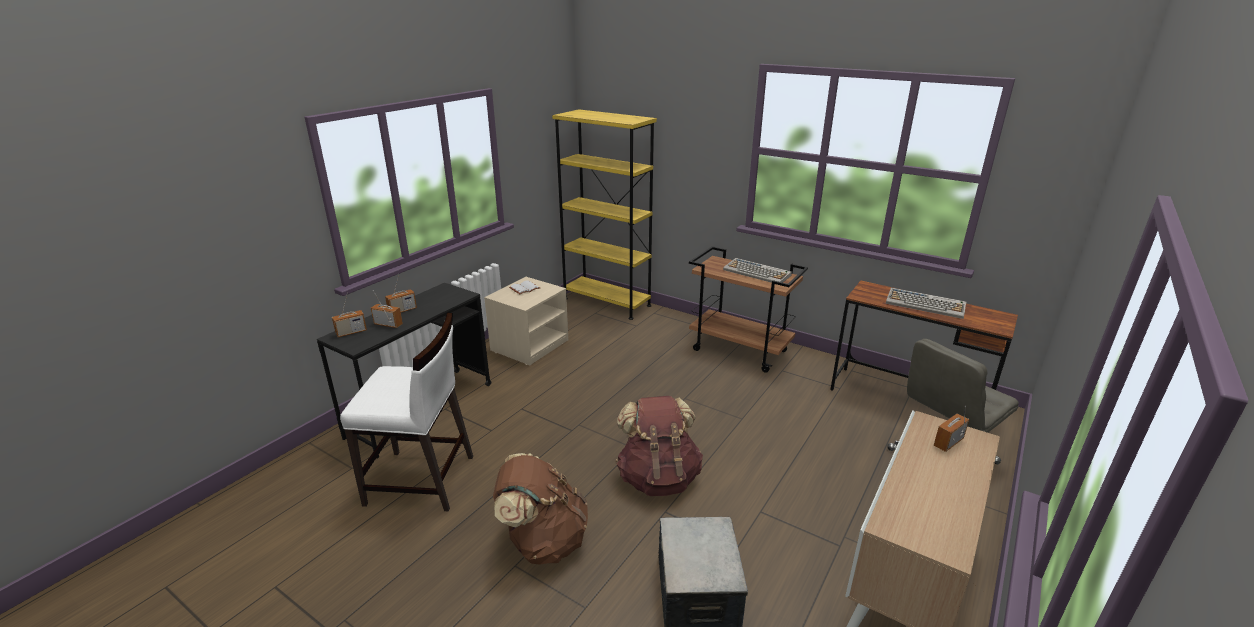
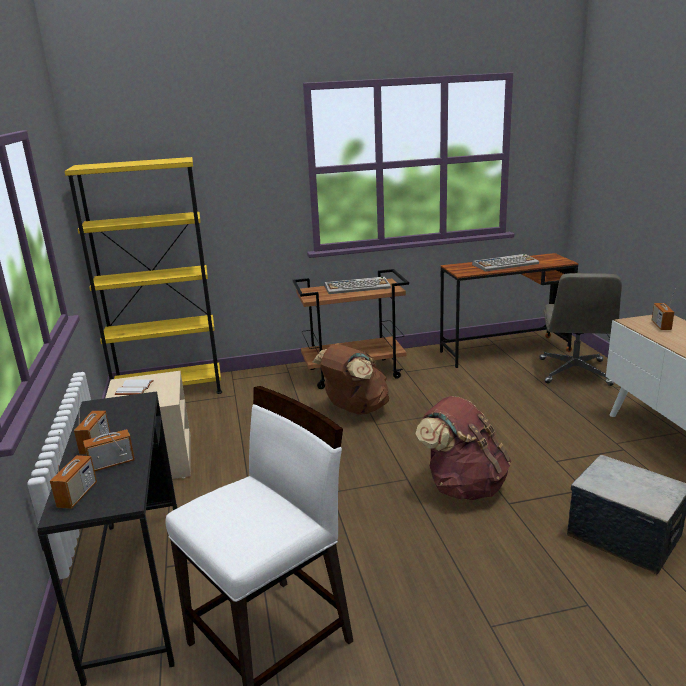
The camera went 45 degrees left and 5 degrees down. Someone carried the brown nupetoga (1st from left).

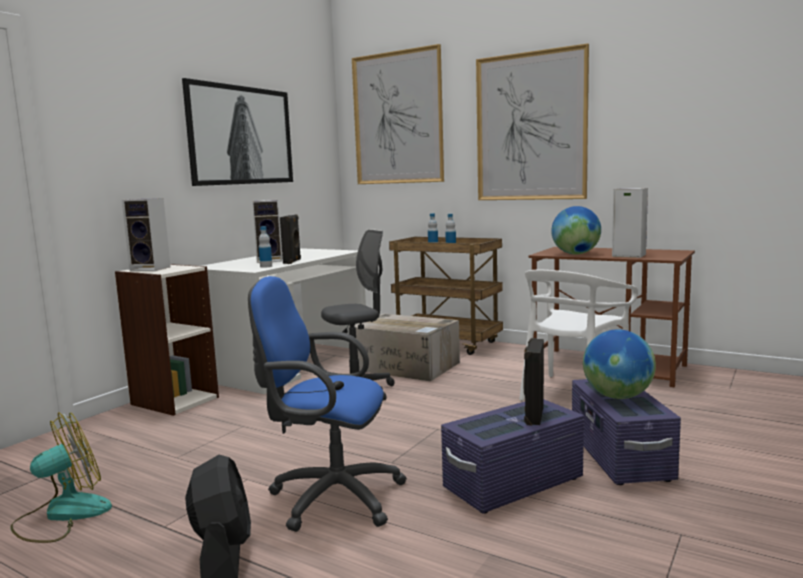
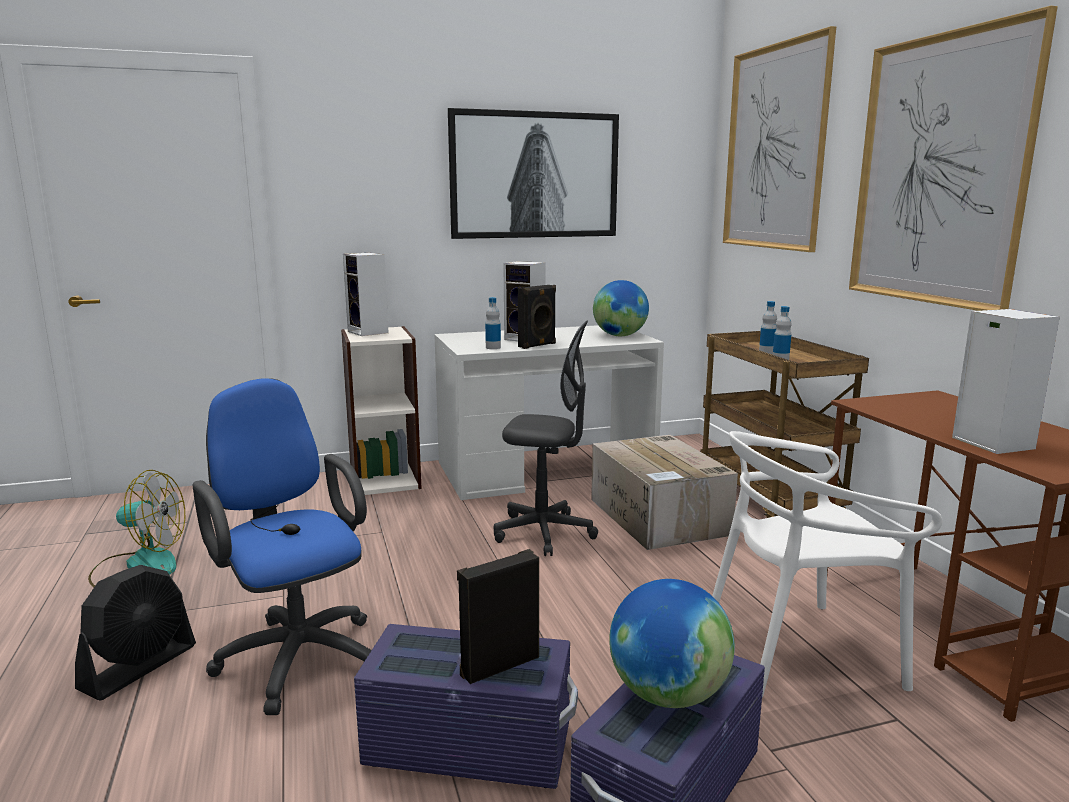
The camera went 40 degrees right and 5 degrees up. Someone carried the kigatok (1st from left).

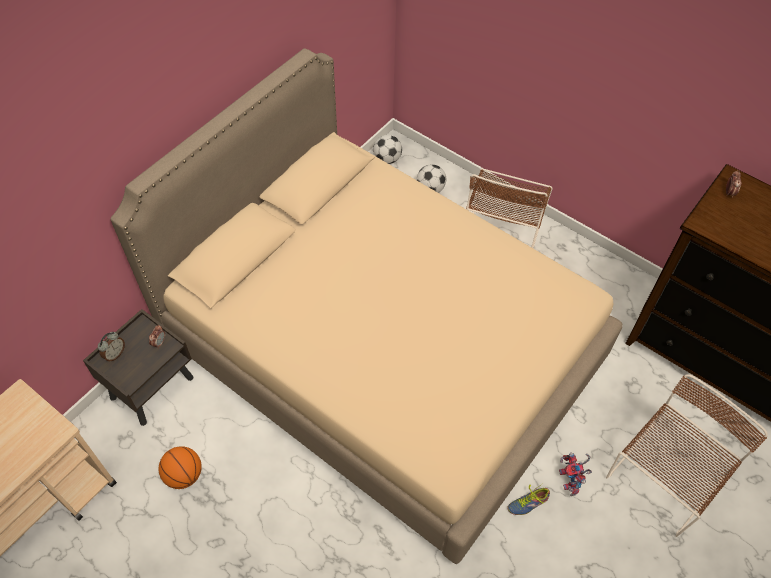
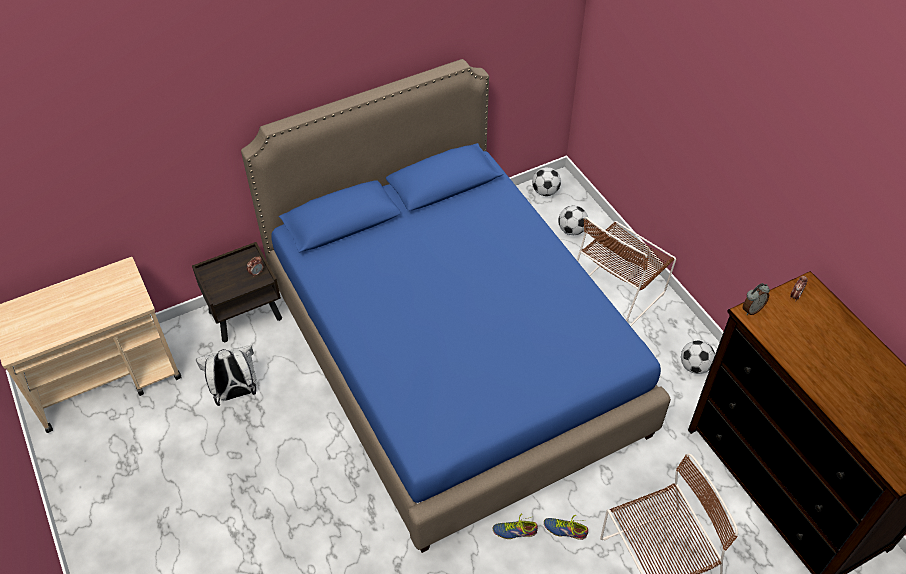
The camera went 25 degrees right and 5 degrees down. Someone carried the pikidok (1st from left in the first image). Someone repainted the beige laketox, which became the blue laketox. Someone swapped the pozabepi for the white nupetoga. Someone swapped the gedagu for the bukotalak (2nd from left). Someone put down the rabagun (3rd from left).

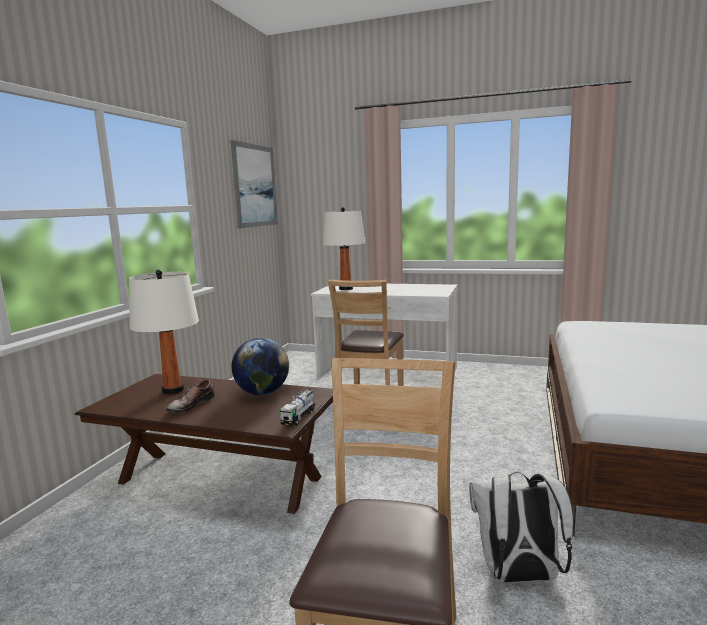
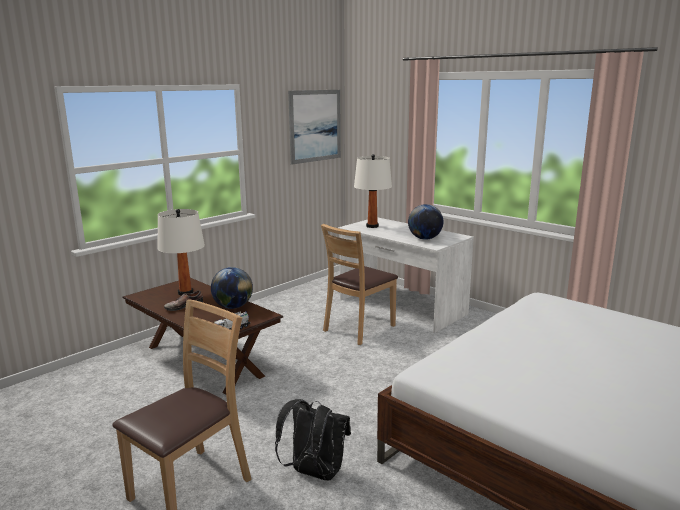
The camera went 25 degrees right and 5 degrees up. Someone repainted the white nupetoga, which became the black nupetoga. Someone put down the kigatok (2nd from left).

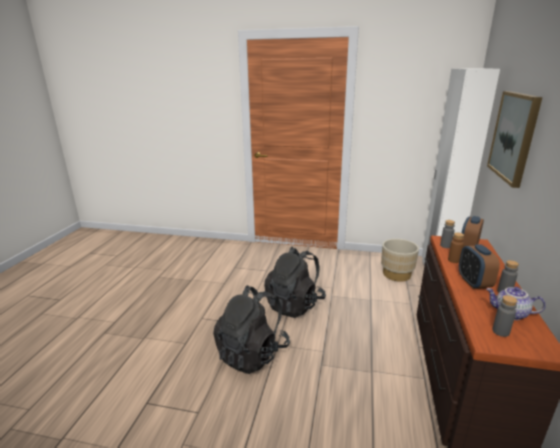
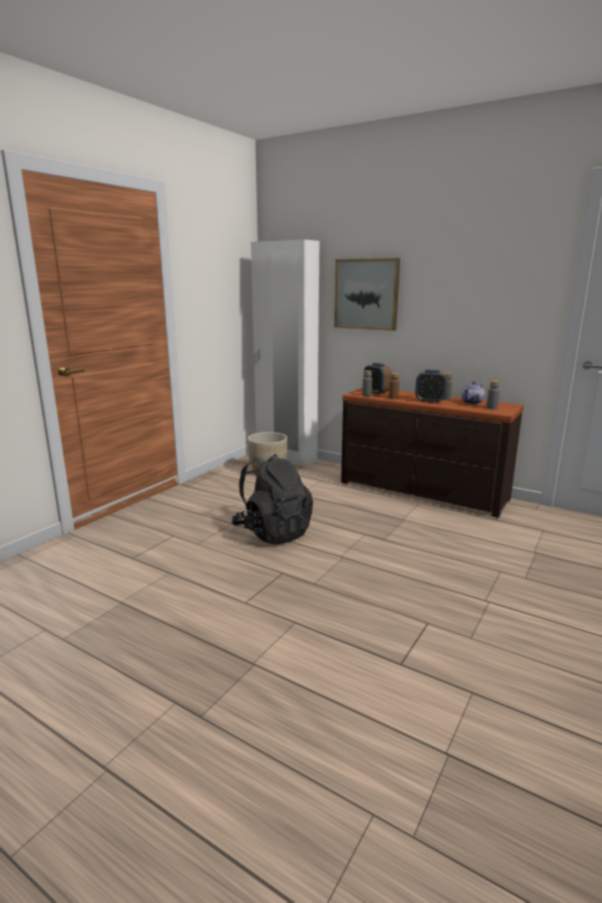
The camera went 70 degrees left and 5 degrees down. Someone took away the black nupetoga (1st from left).

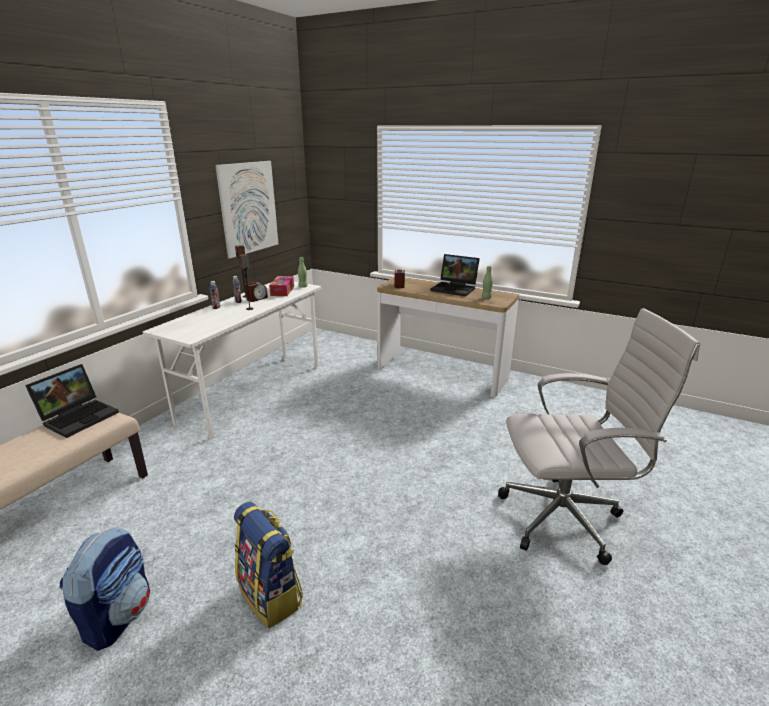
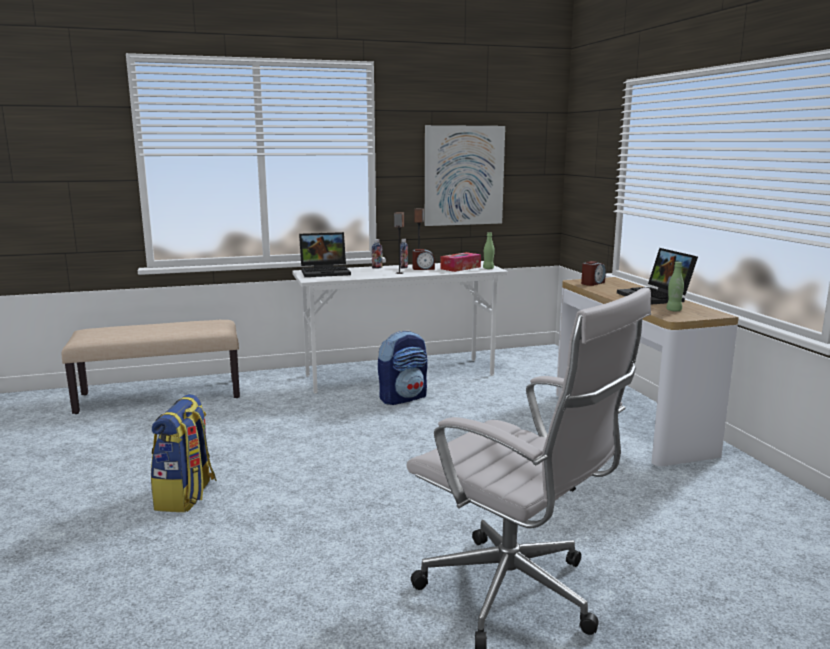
The camera went 45 degrees right and 10 degrees down. Someone carried the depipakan (1st from left). Someone carried the nupetoga (1st from left in the first image).

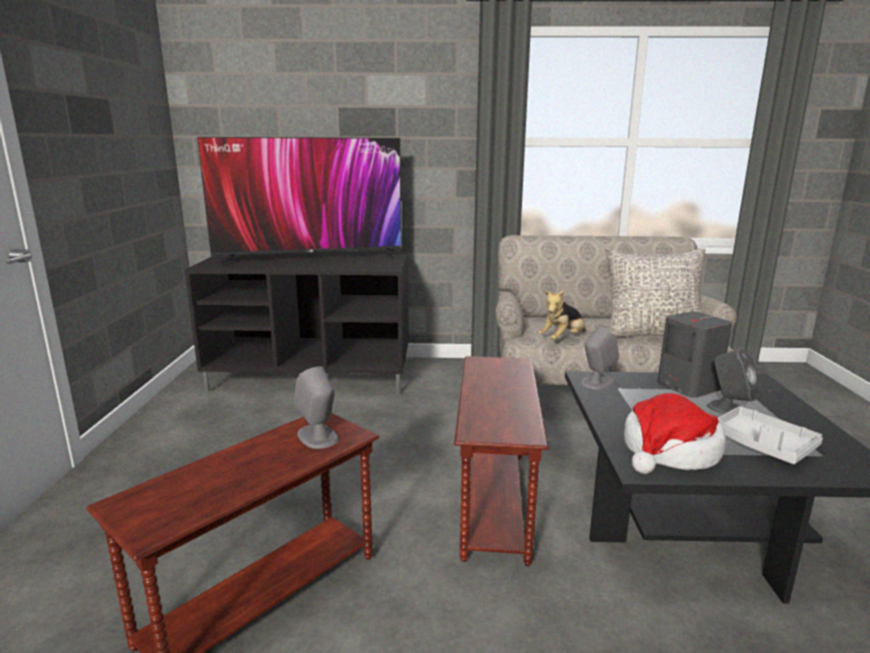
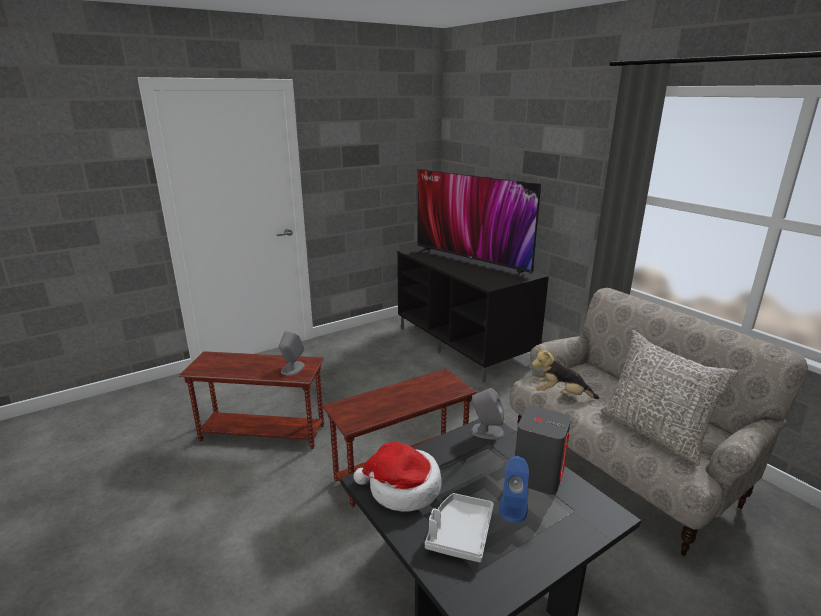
The camera went 55 degrees right and 5 degrees up. Someone repainted the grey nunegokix (4th from left), which became the blue nunegokix.

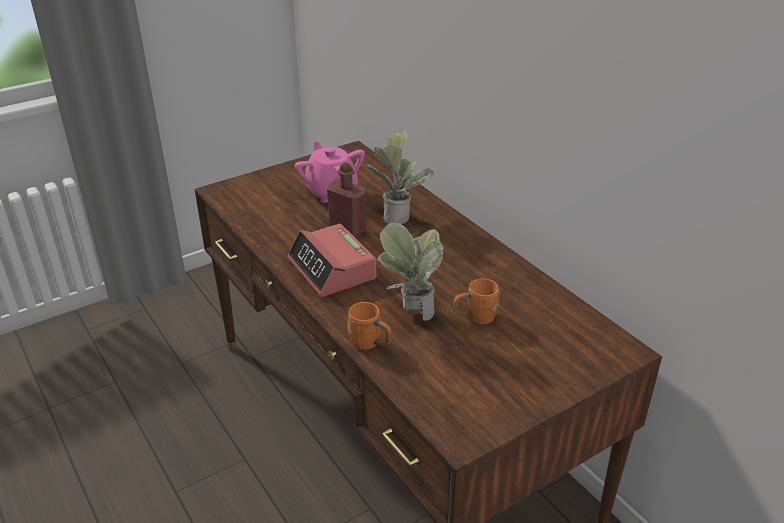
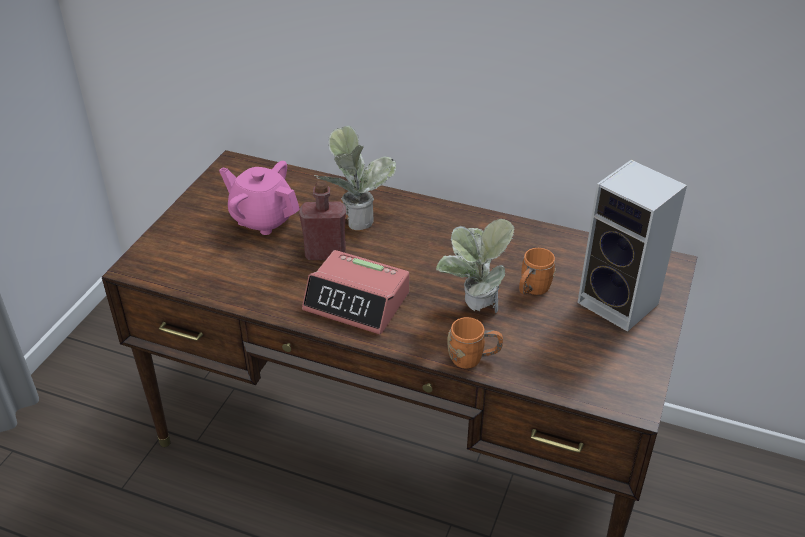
The camera went 35 degrees left and 5 degrees up. Someone put down the nunegokix.

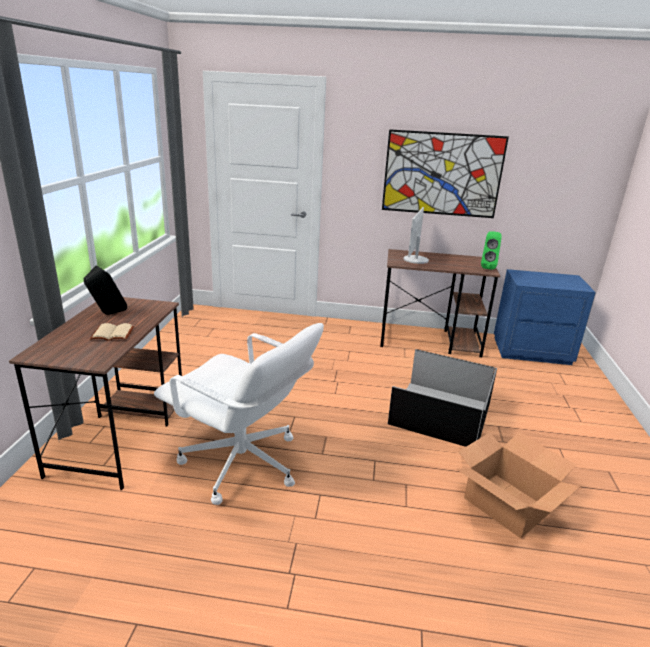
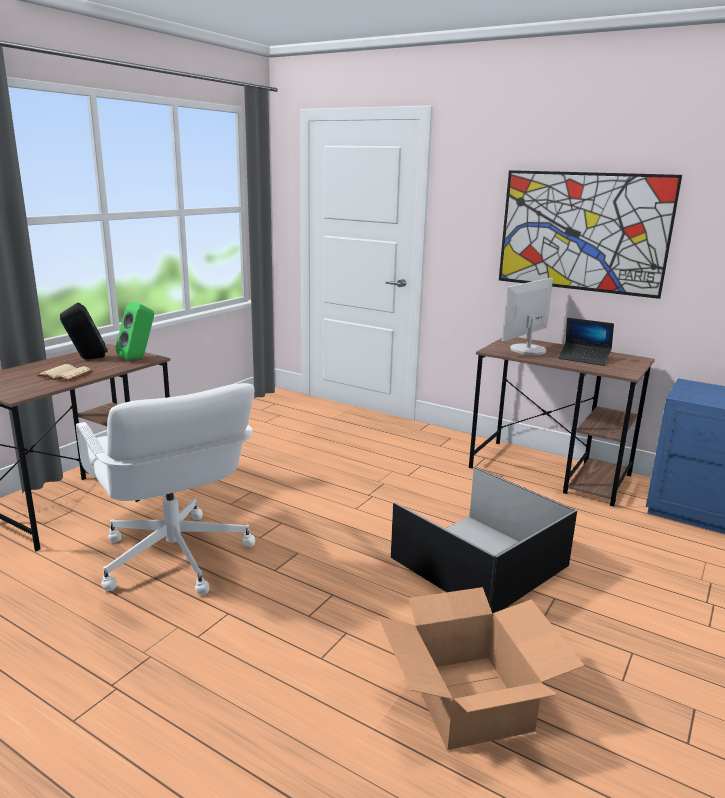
The camera went 25 degrees right and 5 degrees down. Someone carried the green nunegokix. Someone put down the depipakan.

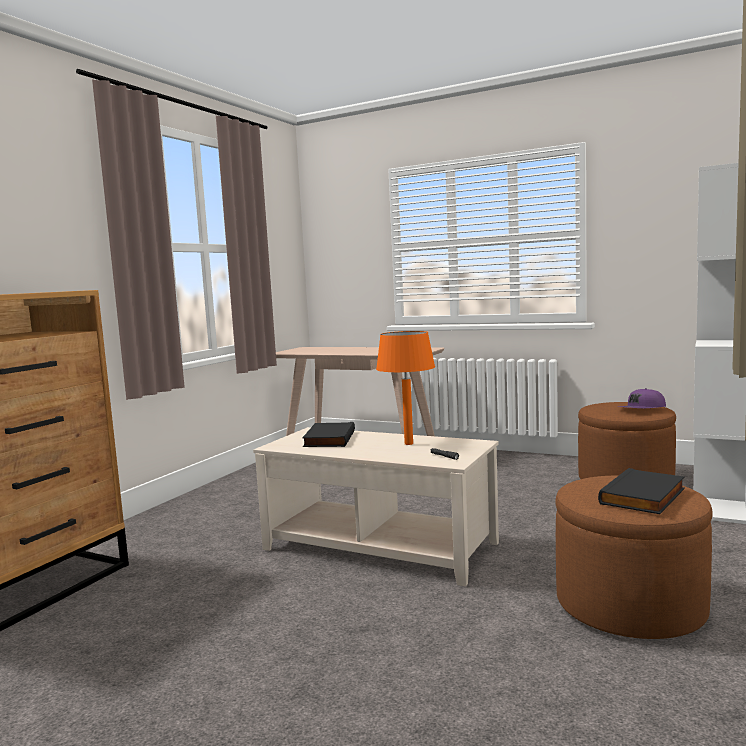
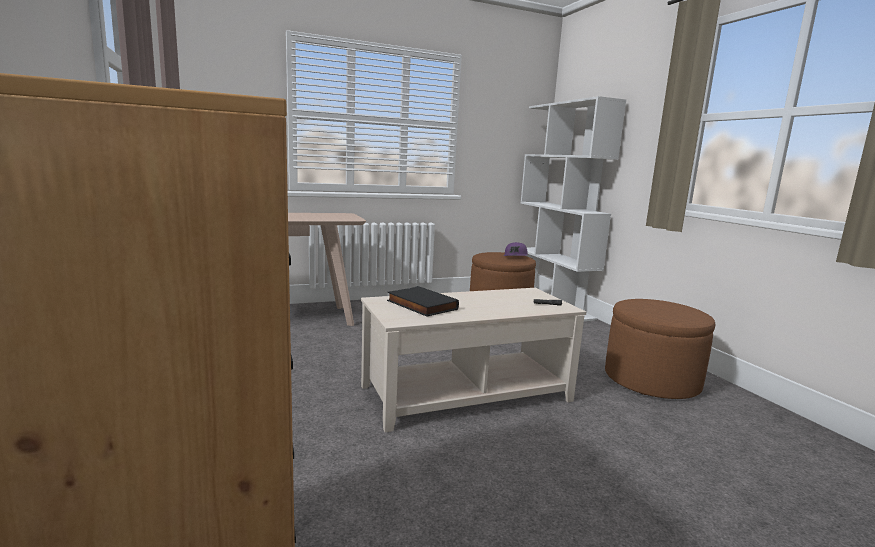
The camera went 50 degrees left and 5 degrees up. Someone took away the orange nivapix. Someone took away the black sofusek (2nd from left).

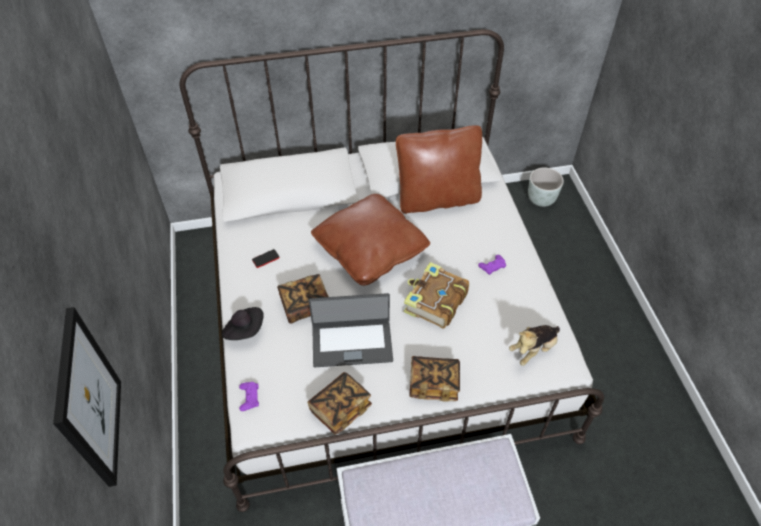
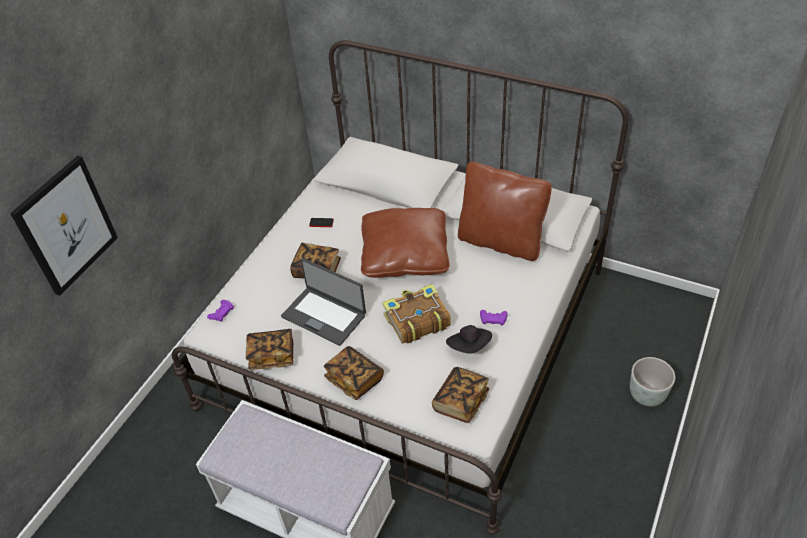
The camera went 40 degrees right and 5 degrees down. Someone carried the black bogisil. Someone swapped the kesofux for the sofusek (5th from left). Someone carried the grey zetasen.

